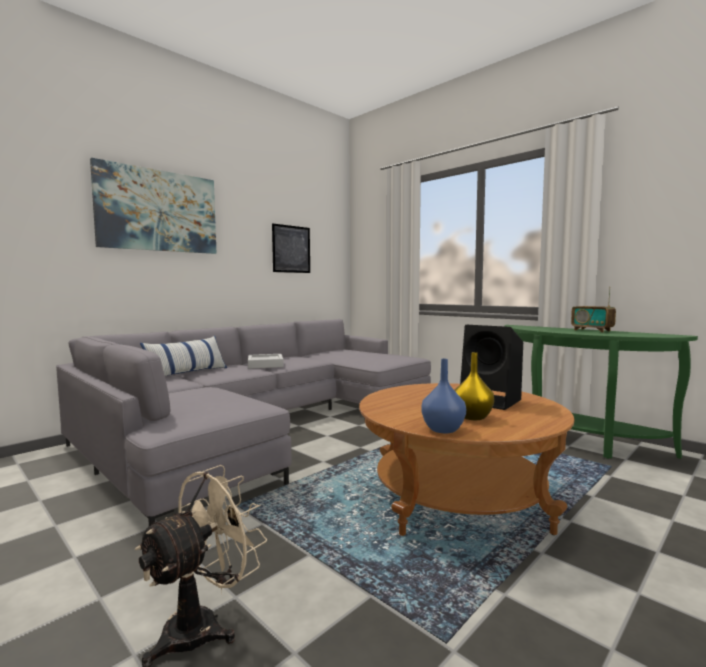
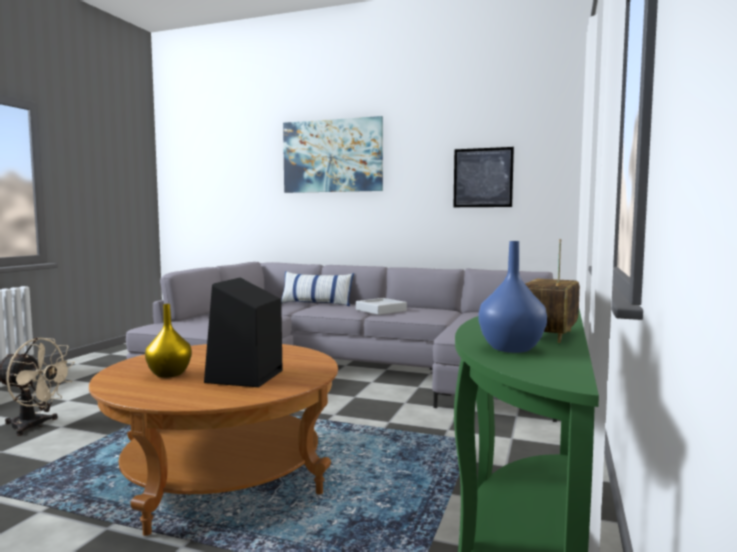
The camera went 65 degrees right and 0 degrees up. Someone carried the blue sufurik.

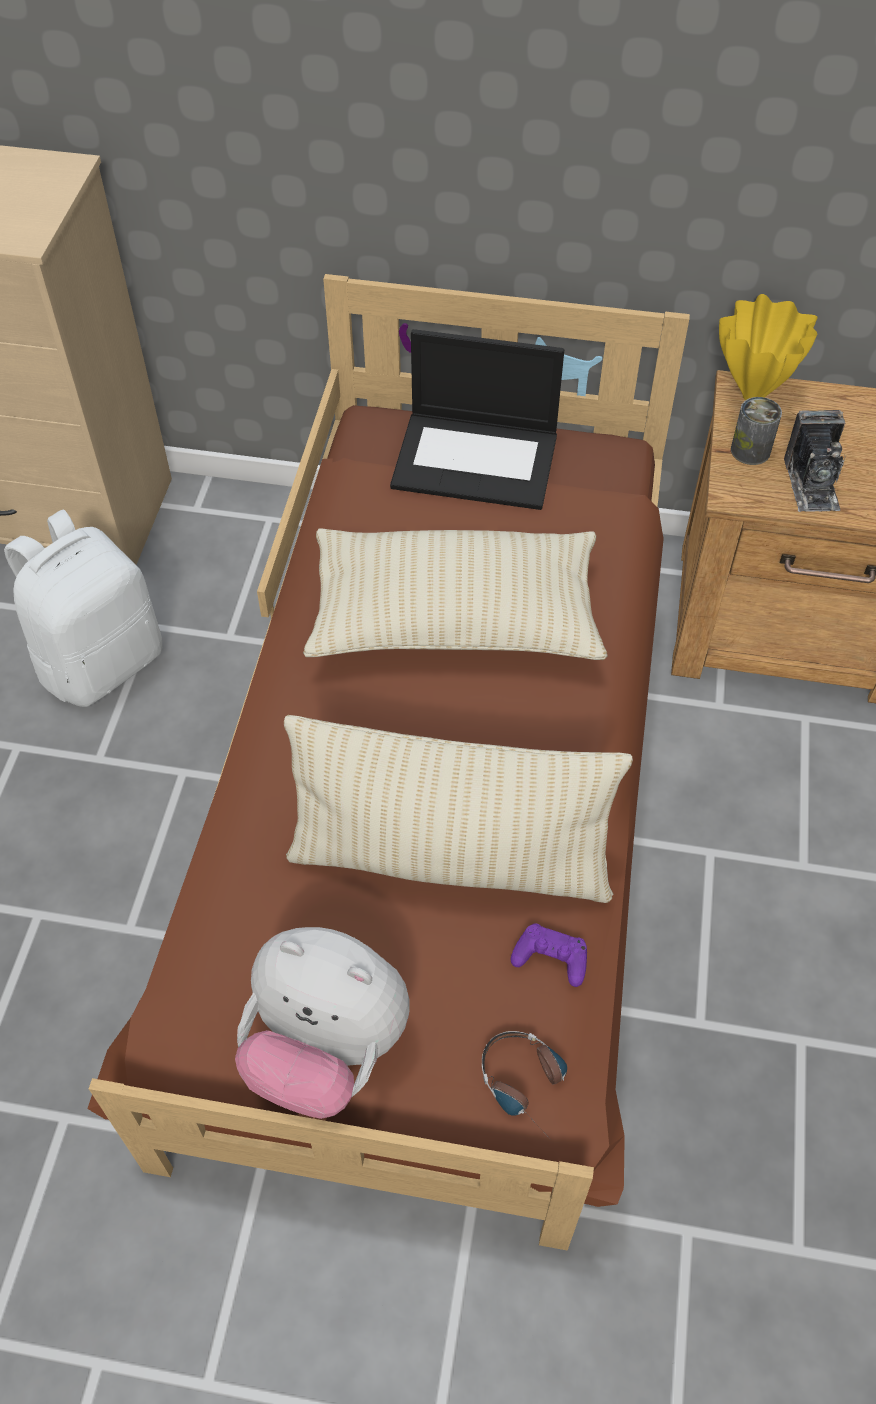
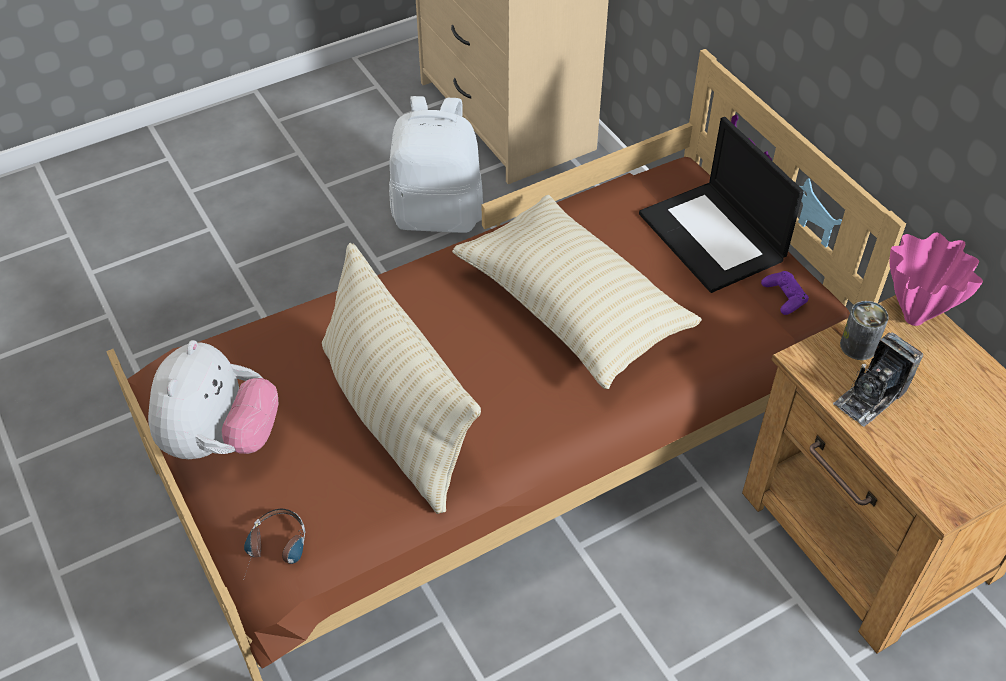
The camera went 50 degrees right and 5 degrees down. Someone rotated the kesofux by 150 degrees counterclockwise. Someone carried the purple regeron. Someone repainted the yellow sufurik, which became the pink sufurik.

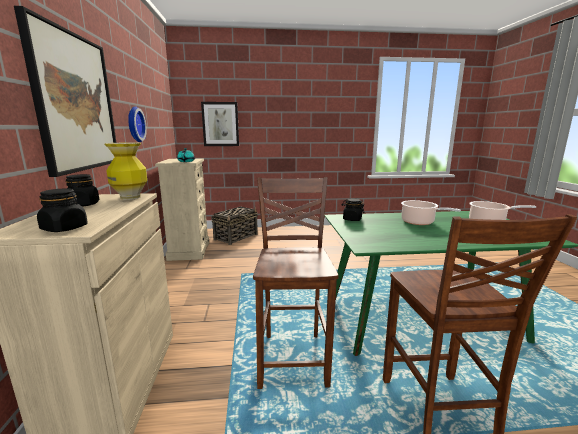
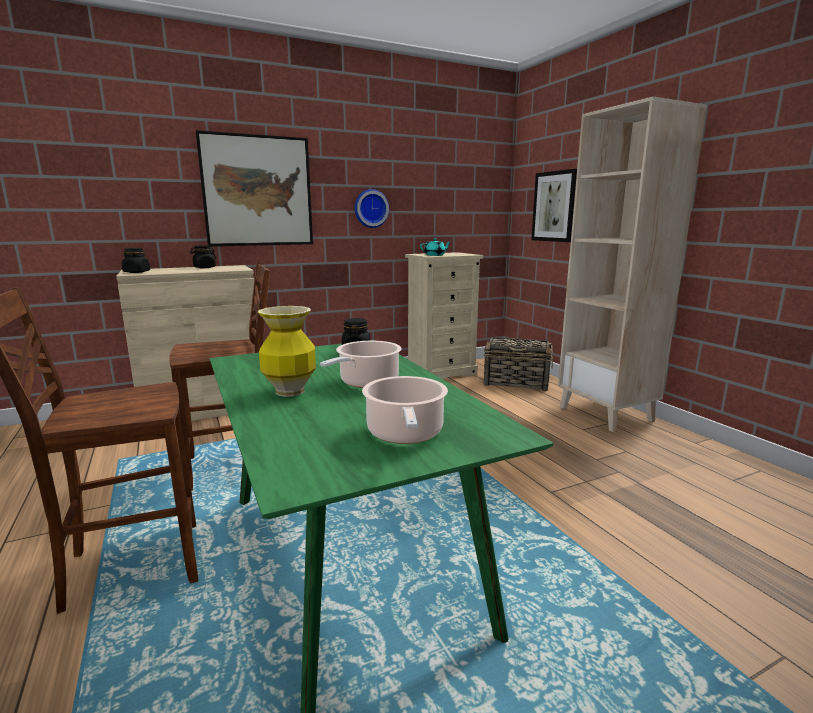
The camera went 70 degrees right and 0 degrees up. Someone carried the sufurik. Someone put down the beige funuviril.

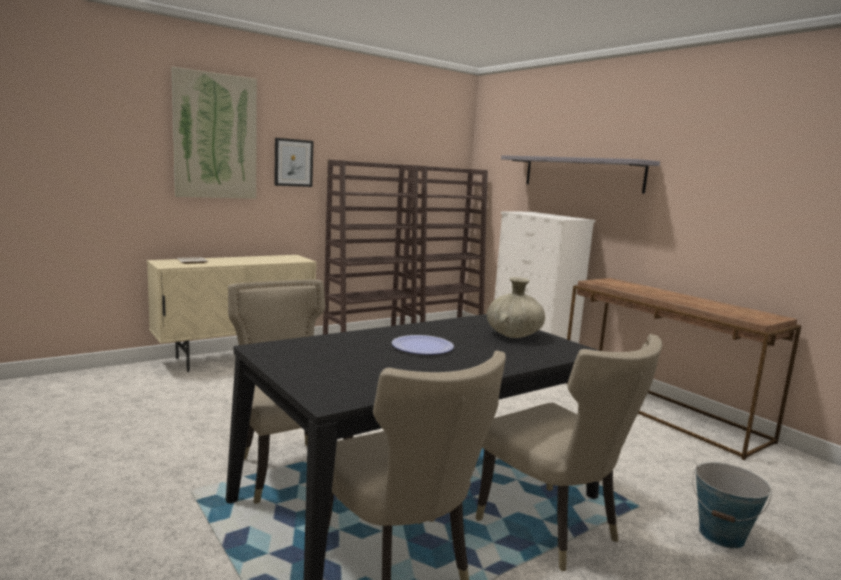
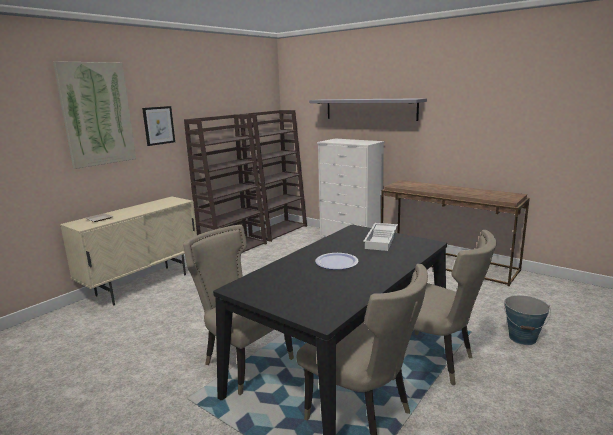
The camera went 15 degrees left and 5 degrees up. Someone swapped the beige sufurik for the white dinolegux.

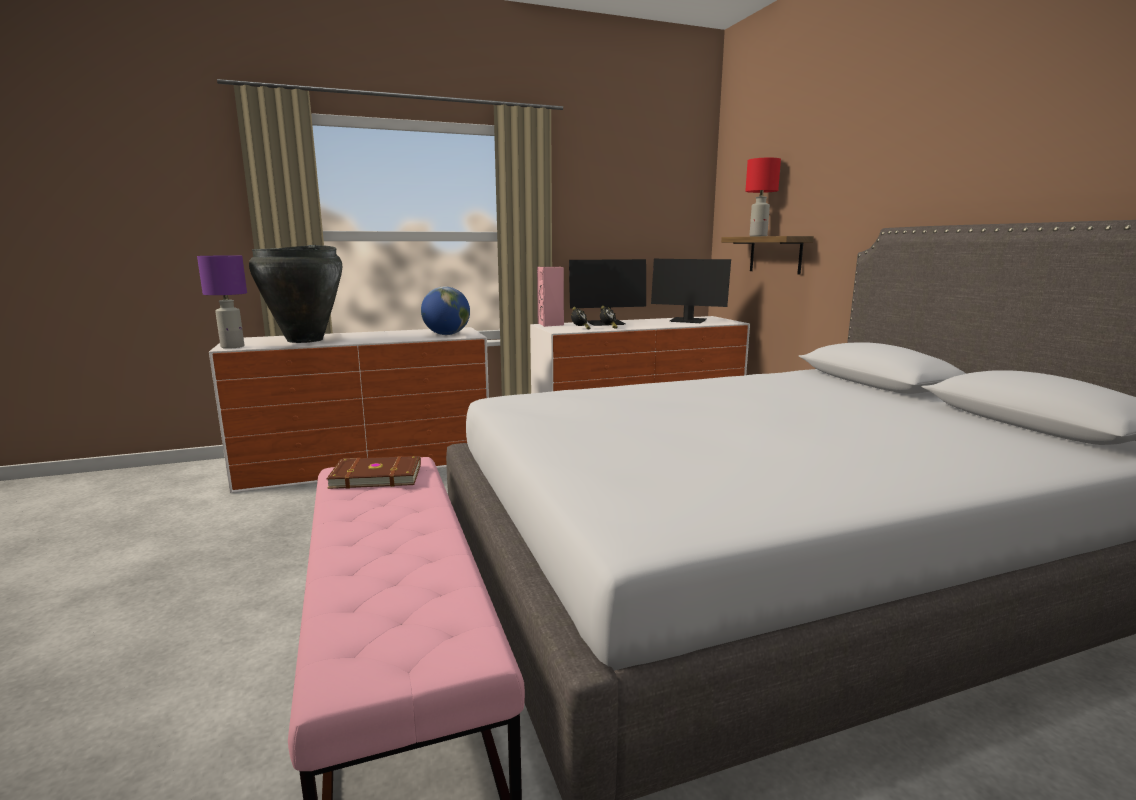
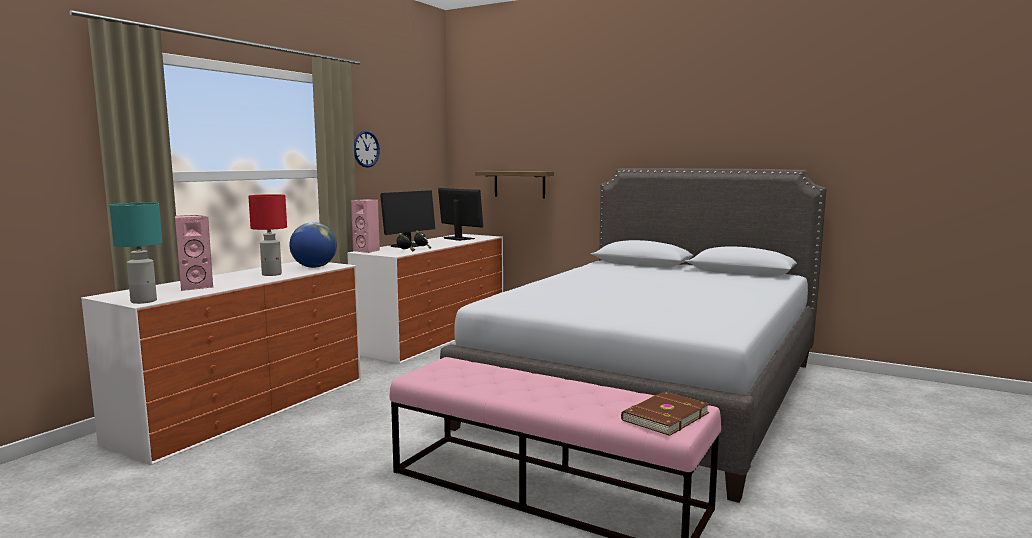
The camera went 40 degrees left and 5 degrees down. Someone repainted the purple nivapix, which became the turquoise nivapix. Someone swapped the black sufurik for the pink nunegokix (1st from left). Someone carried the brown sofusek. Someone rotated the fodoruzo (2nd from left) by 120 degrees counterclockwise. Someone carried the red nivapix. Someone put up the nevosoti.

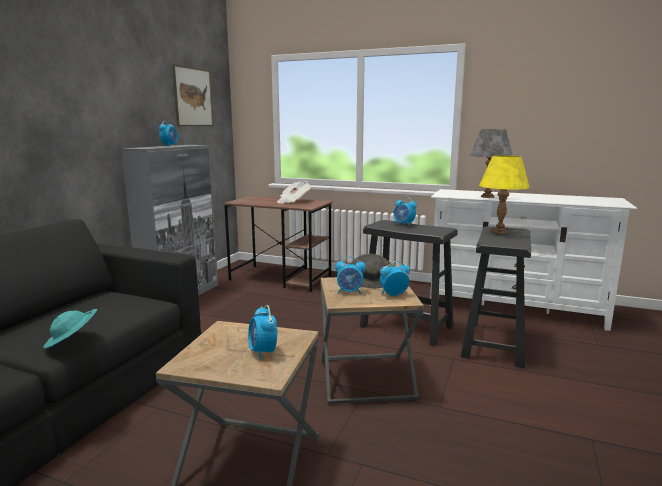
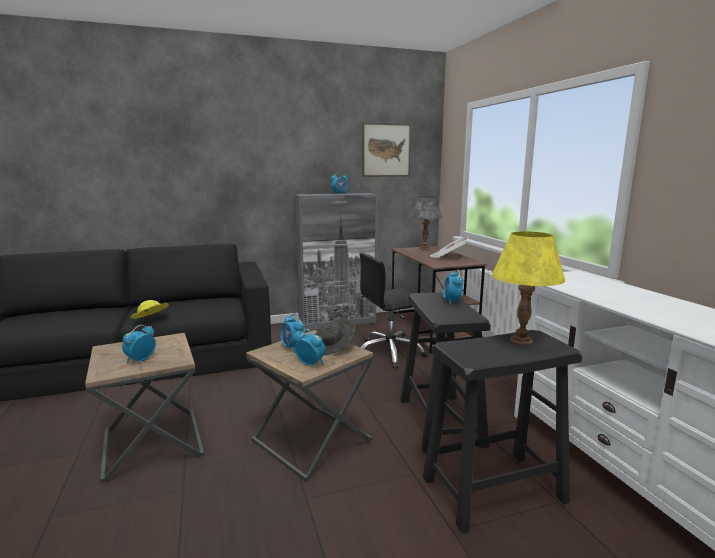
The camera went 50 degrees right and 0 degrees up. Someone repainted the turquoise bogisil, which became the yellow bogisil. Someone carried the grey nivapix. Someone put down the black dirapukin.

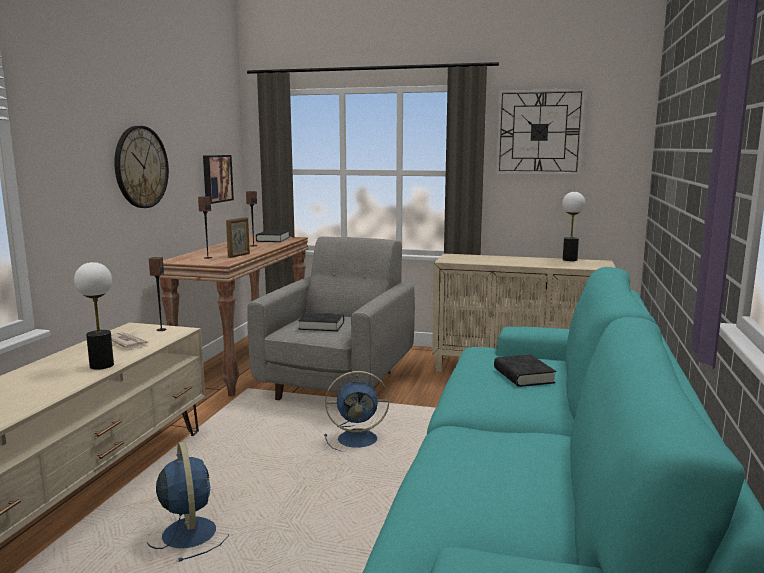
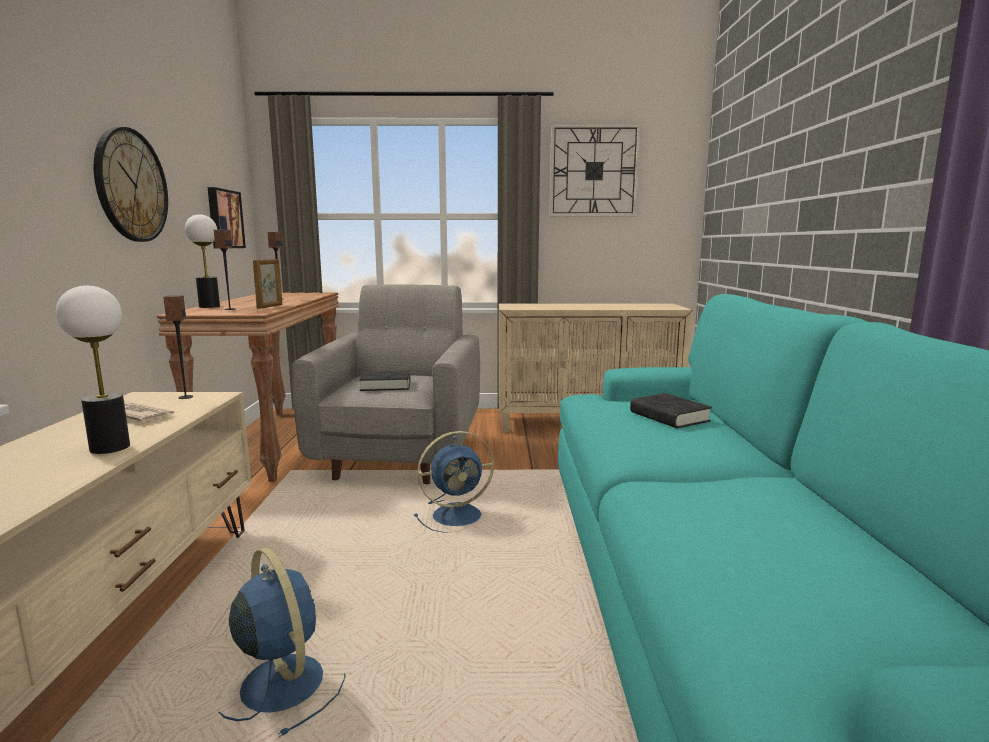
The camera went 15 degrees left and 0 degrees up. Someone took away the black sofusek (1st from left). Someone carried the nivapix (2nd from left).

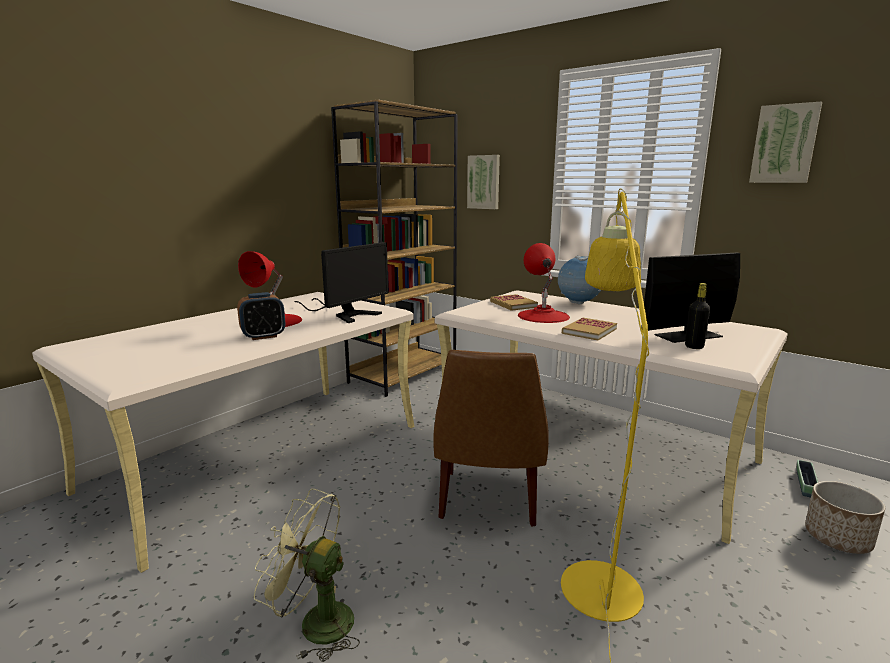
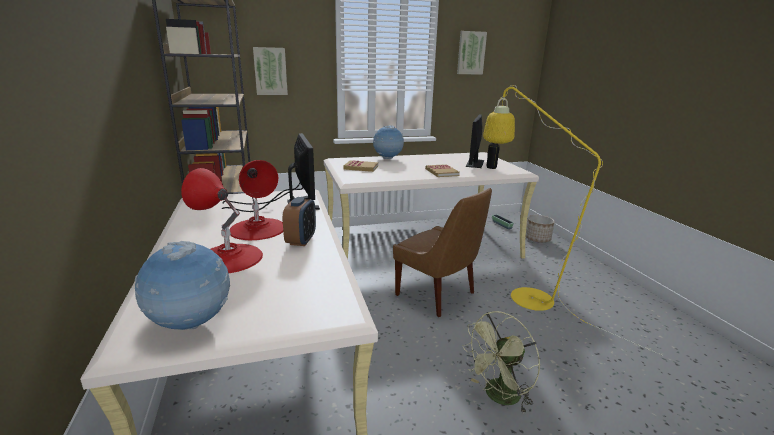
The camera went 55 degrees left and 5 degrees up. Someone carried the red nivapix (2nd from left in the first image). Someone put down the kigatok (1st from left).

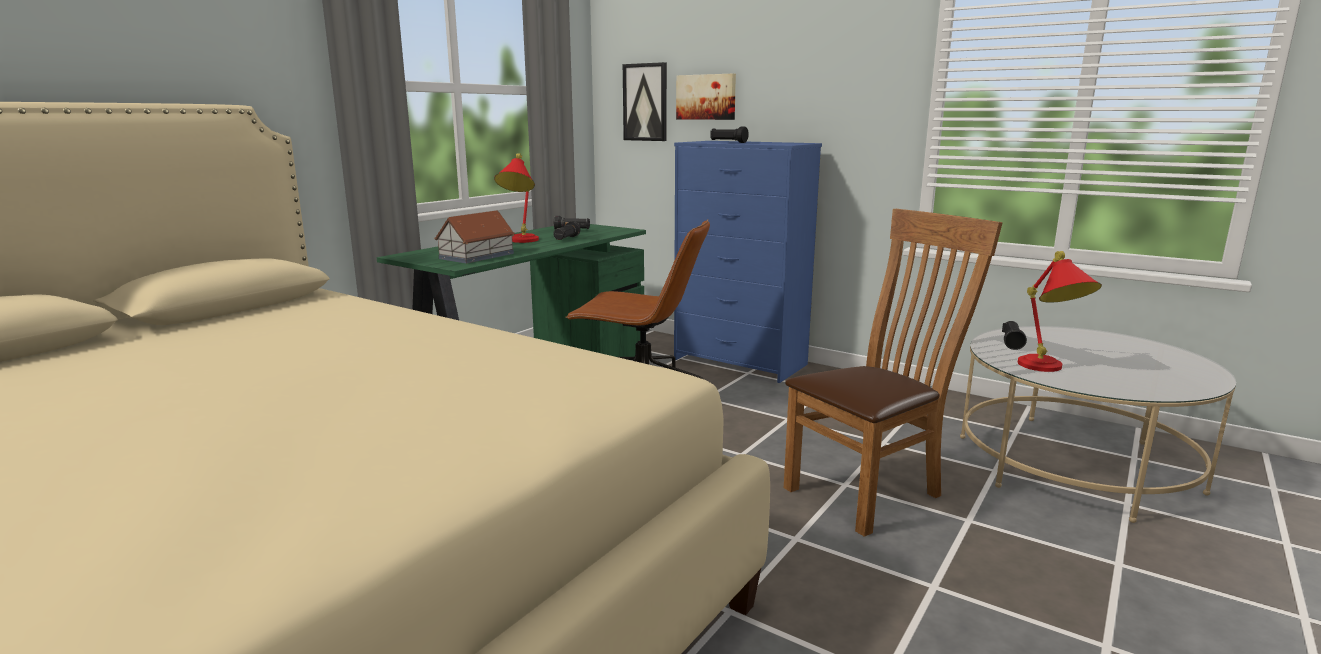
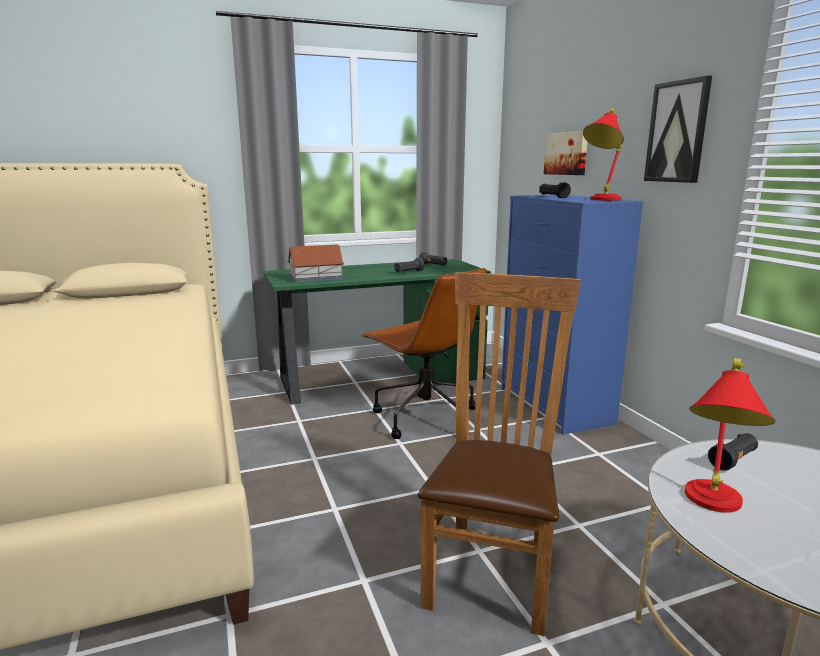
The camera went 35 degrees right and 0 degrees up. Someone carried the red nivapix (1st from left). Someone carried the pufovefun (1st from left in the first image). Someone rotated the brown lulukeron by 75 degrees counterclockwise.

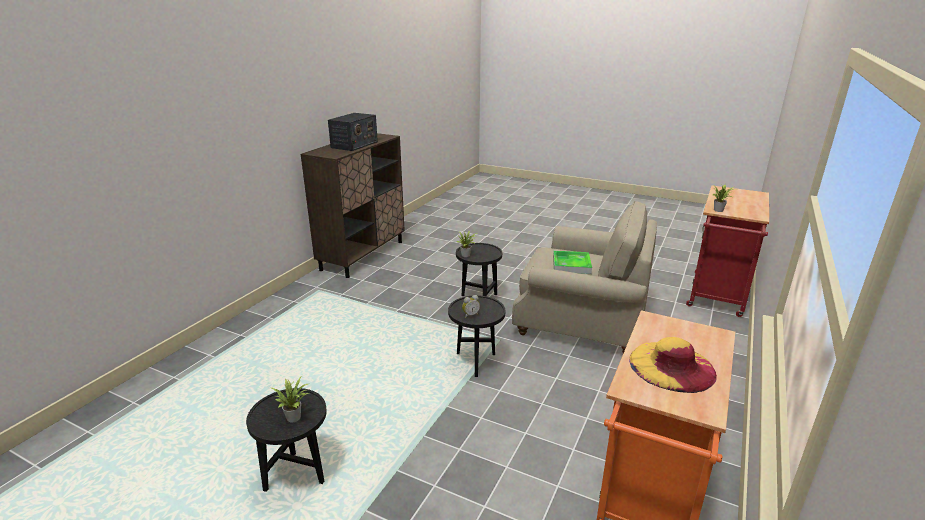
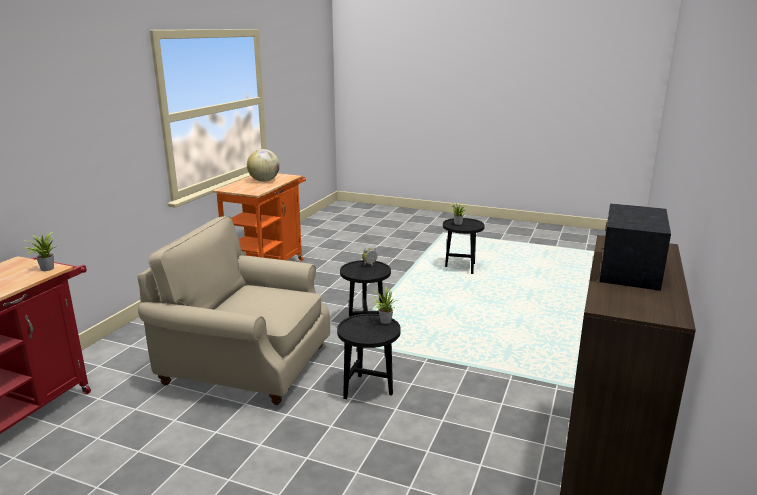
The camera went 175 degrees right and 5 degrees down. Someone took away the dinolegux. Someone swapped the yellow bogisil for the kigatok.

